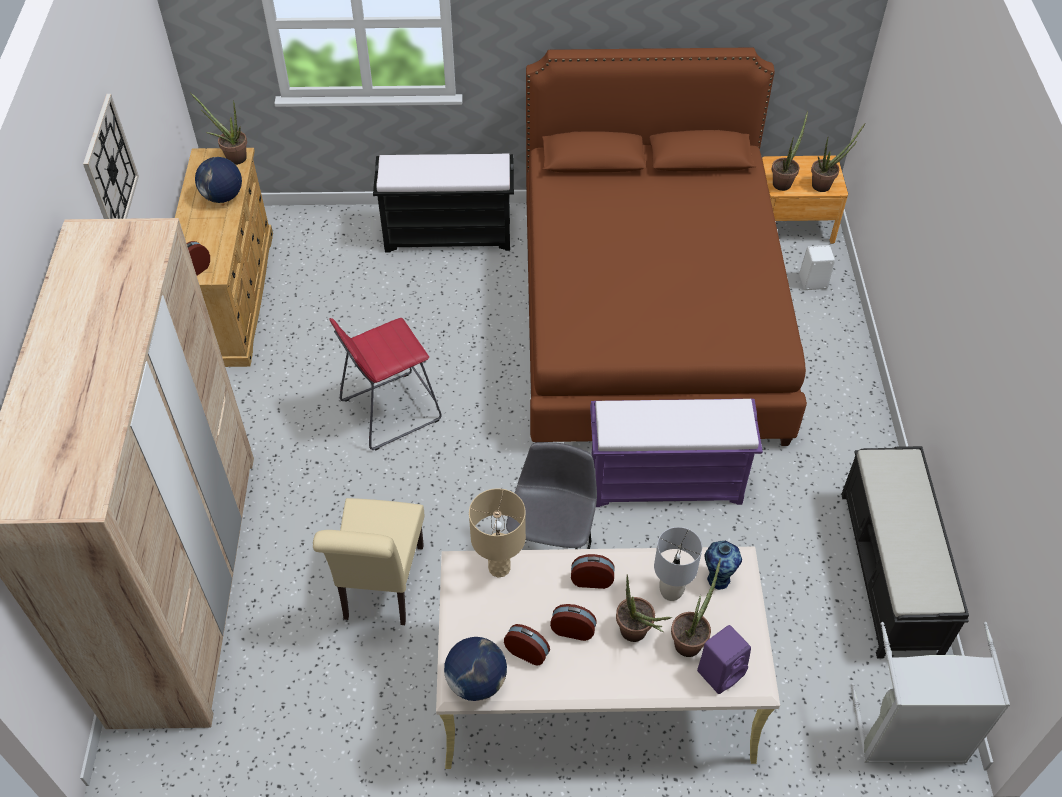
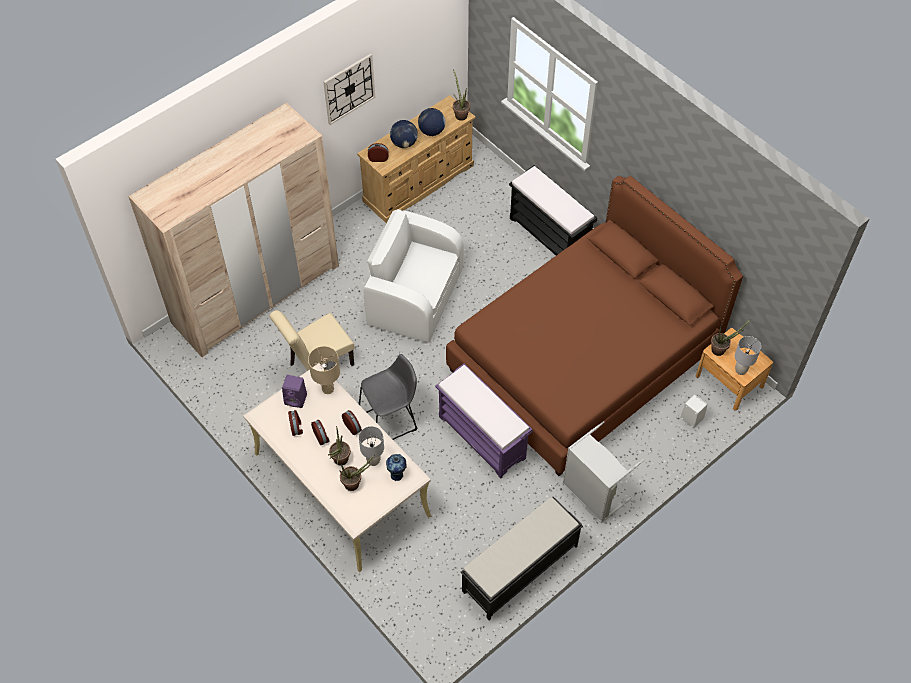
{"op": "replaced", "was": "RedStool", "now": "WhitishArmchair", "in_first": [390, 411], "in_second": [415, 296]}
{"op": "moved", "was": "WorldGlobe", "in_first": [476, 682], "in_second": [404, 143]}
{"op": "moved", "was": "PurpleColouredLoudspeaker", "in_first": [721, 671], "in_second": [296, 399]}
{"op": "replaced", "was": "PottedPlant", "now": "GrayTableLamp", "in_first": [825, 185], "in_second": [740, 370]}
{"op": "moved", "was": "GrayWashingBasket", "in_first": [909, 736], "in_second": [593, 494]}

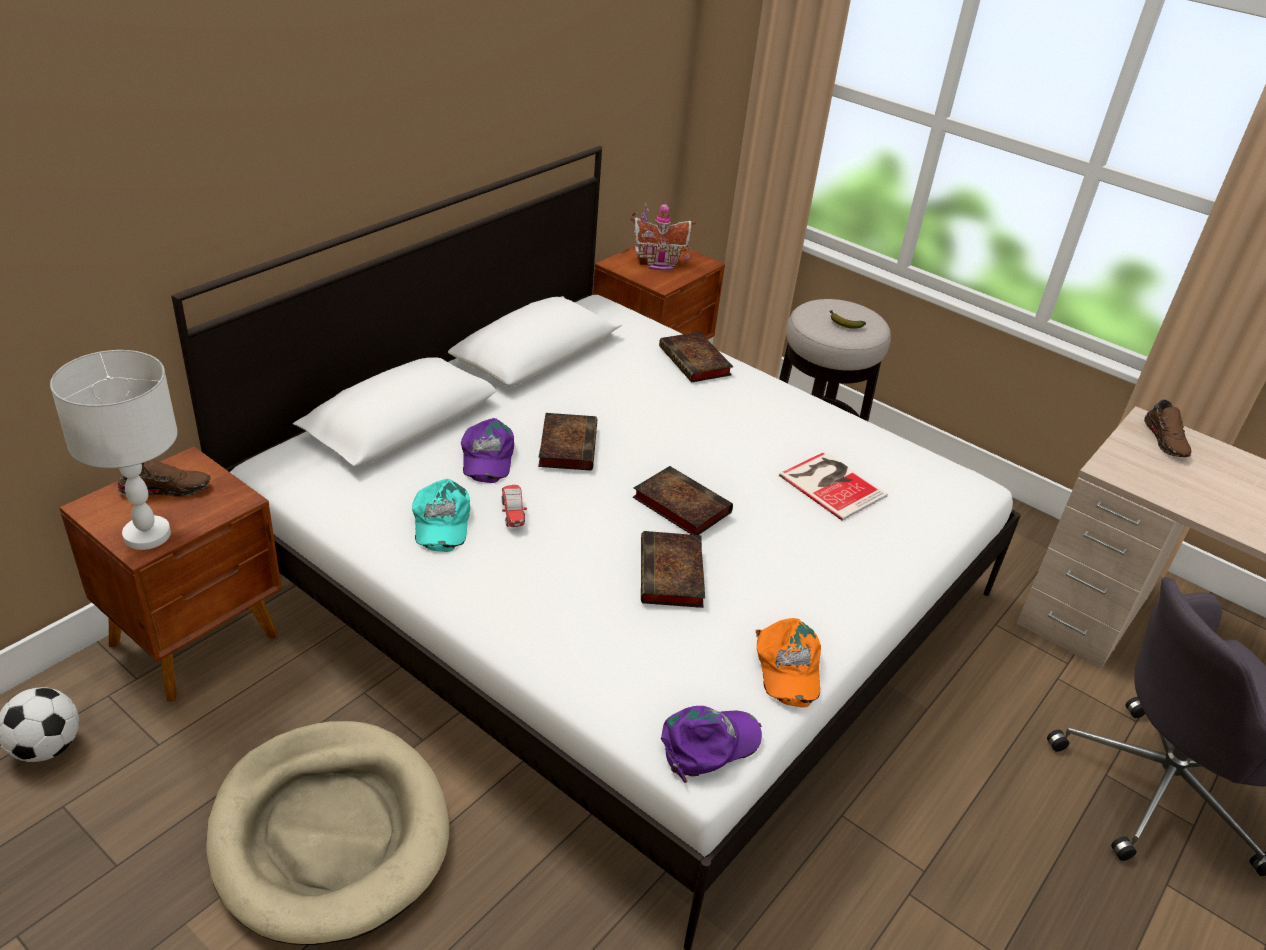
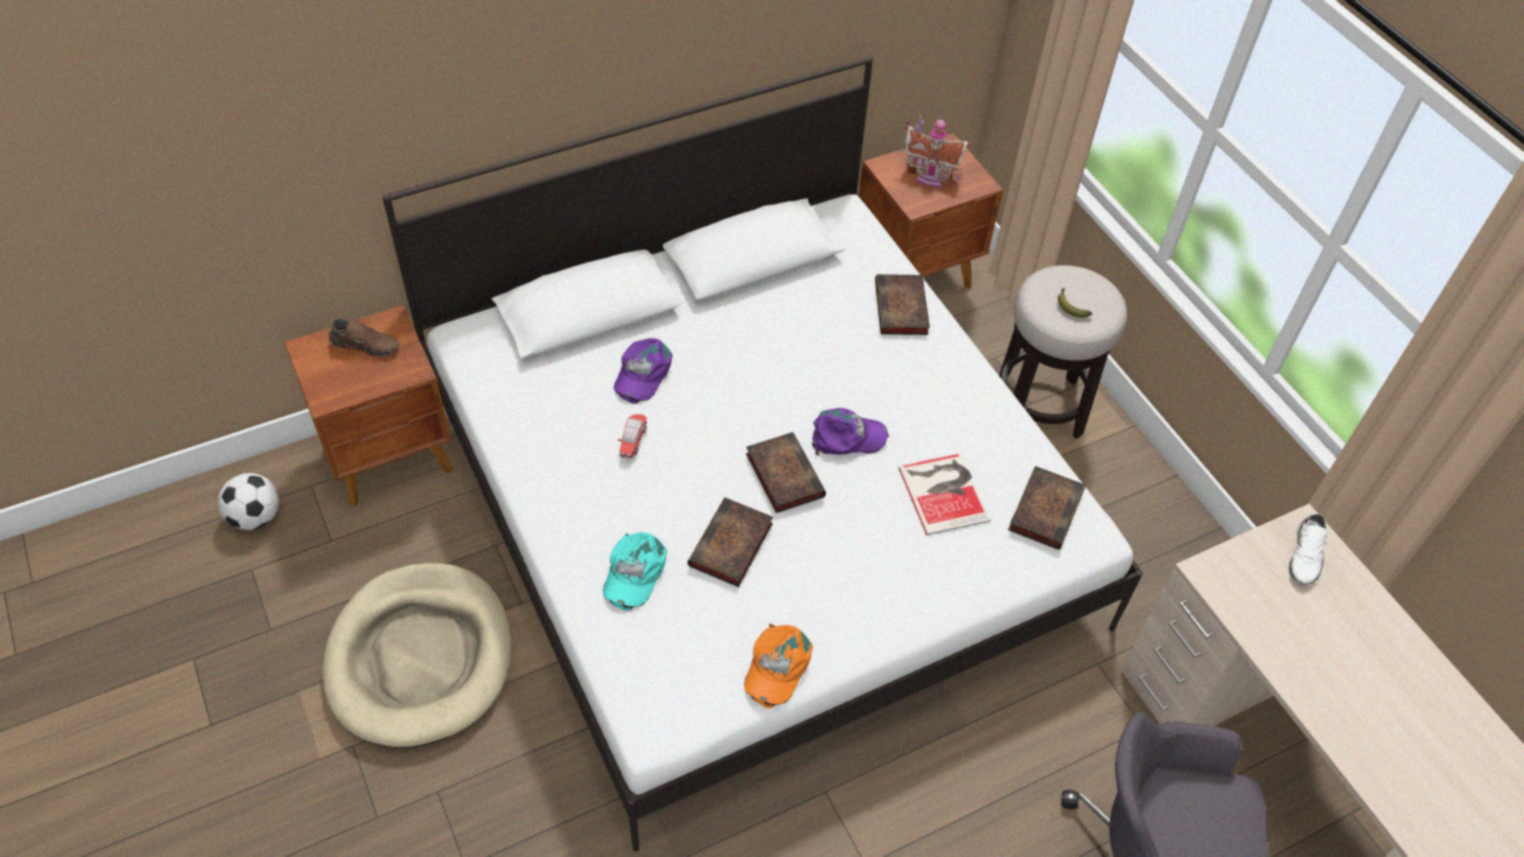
{"op": "removed", "was": "WhitishTableLamp", "in_first": [146, 535]}
{"op": "moved", "was": "TurquoisePeakedCap", "in_first": [440, 521], "in_second": [634, 572]}
{"op": "moved", "was": "Volume", "in_first": [567, 445], "in_second": [1045, 509]}
{"op": "moved", "was": "PurpleColouredPeakedCap", "in_first": [709, 744], "in_second": [847, 437]}
{"op": "recoloured", "was": "BrownColouredShoe", "now": "WhitishShoe", "in_first": [1166, 440], "in_second": [1306, 556]}

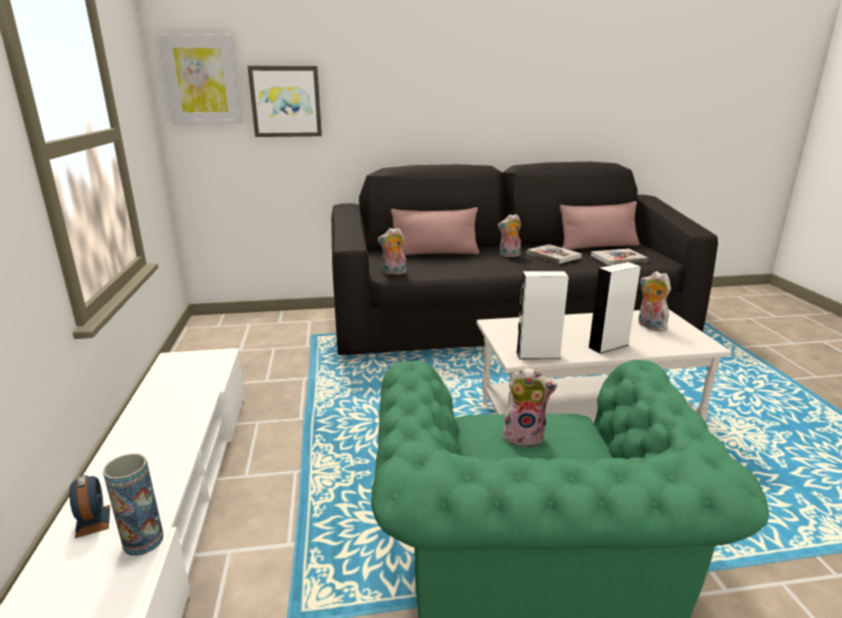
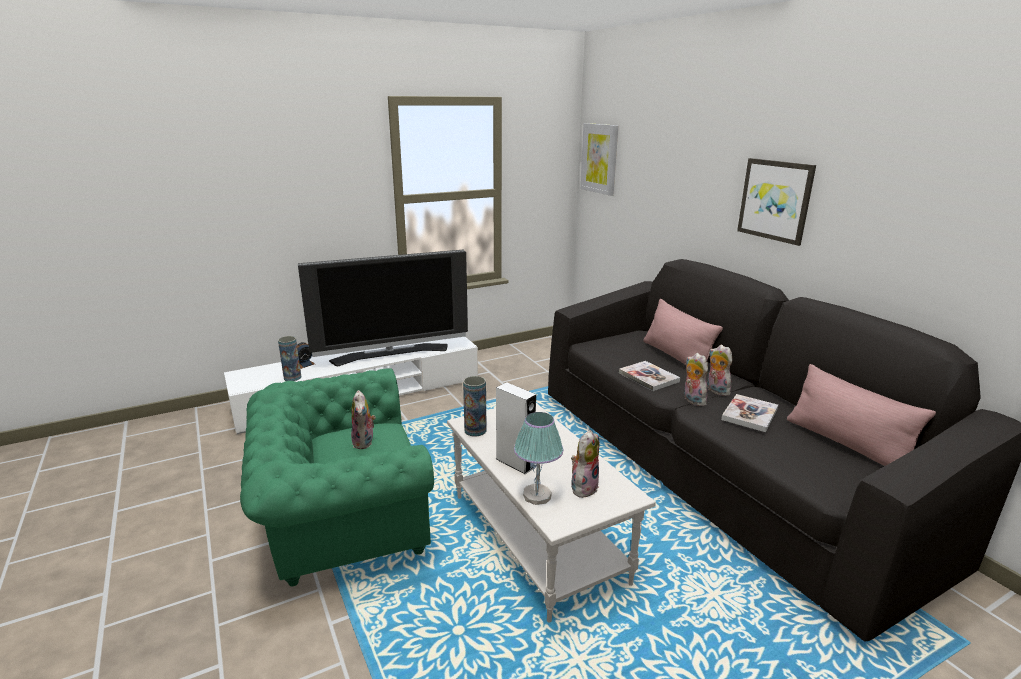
{"op": "moved", "was": "Picture", "in_first": [286, 101], "in_second": [775, 200]}
{"op": "moved", "was": "CuddlyToy", "in_first": [393, 273], "in_second": [692, 400]}
{"op": "replaced", "was": "WhitishLoudspeaker", "now": "DecorativeVase", "in_first": [538, 355], "in_second": [475, 430]}
{"op": "moved", "was": "Volume", "in_first": [618, 258], "in_second": [648, 377]}
{"op": "added", "now": "Tv", "in_second": [391, 354]}
{"op": "added", "now": "TableLamp", "in_second": [537, 496]}

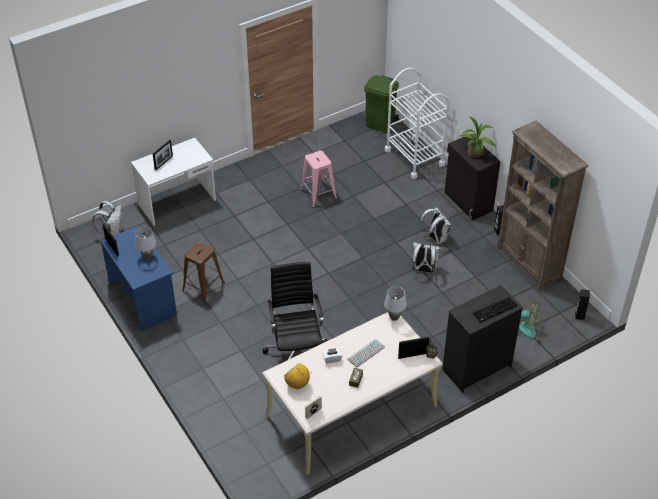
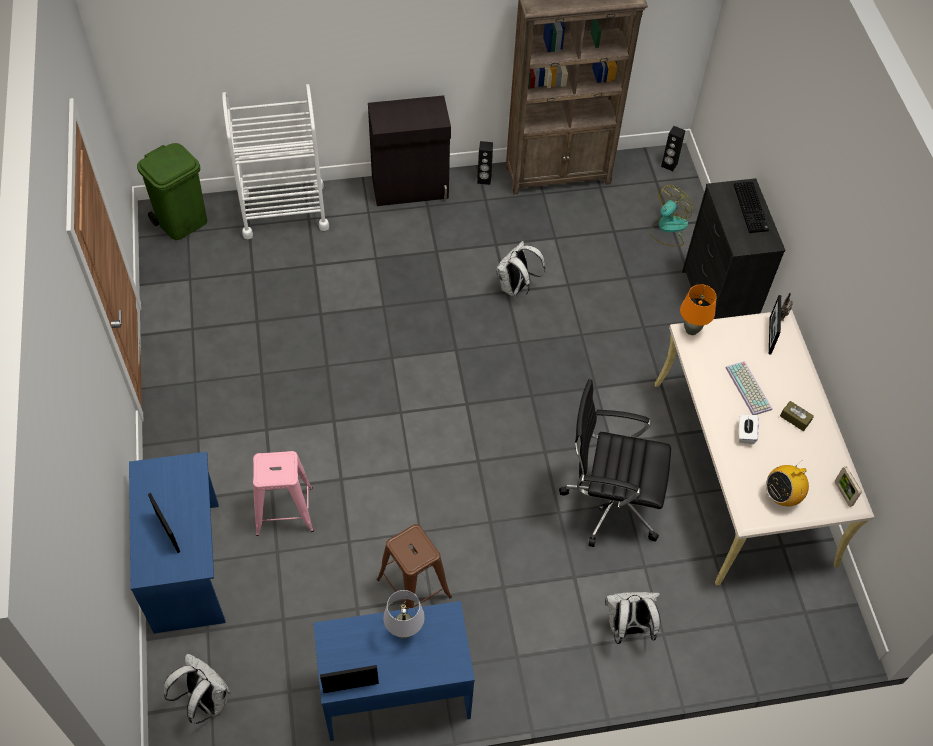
{"op": "recoloured", "was": "WhitishDeskUnit", "now": "BluishDeskUnit", "in_first": [177, 202], "in_second": [189, 566]}
{"op": "moved", "was": "PinkishStool", "in_first": [318, 194], "in_second": [284, 511]}
{"op": "recoloured", "was": "GrayTableLamp", "now": "OrangeyTableLamp", "in_first": [394, 317], "in_second": [691, 330]}
{"op": "moved", "was": "WhitishRucksack", "in_first": [435, 238], "in_second": [627, 628]}
{"op": "removed", "was": "PottedPlant", "in_first": [476, 154]}

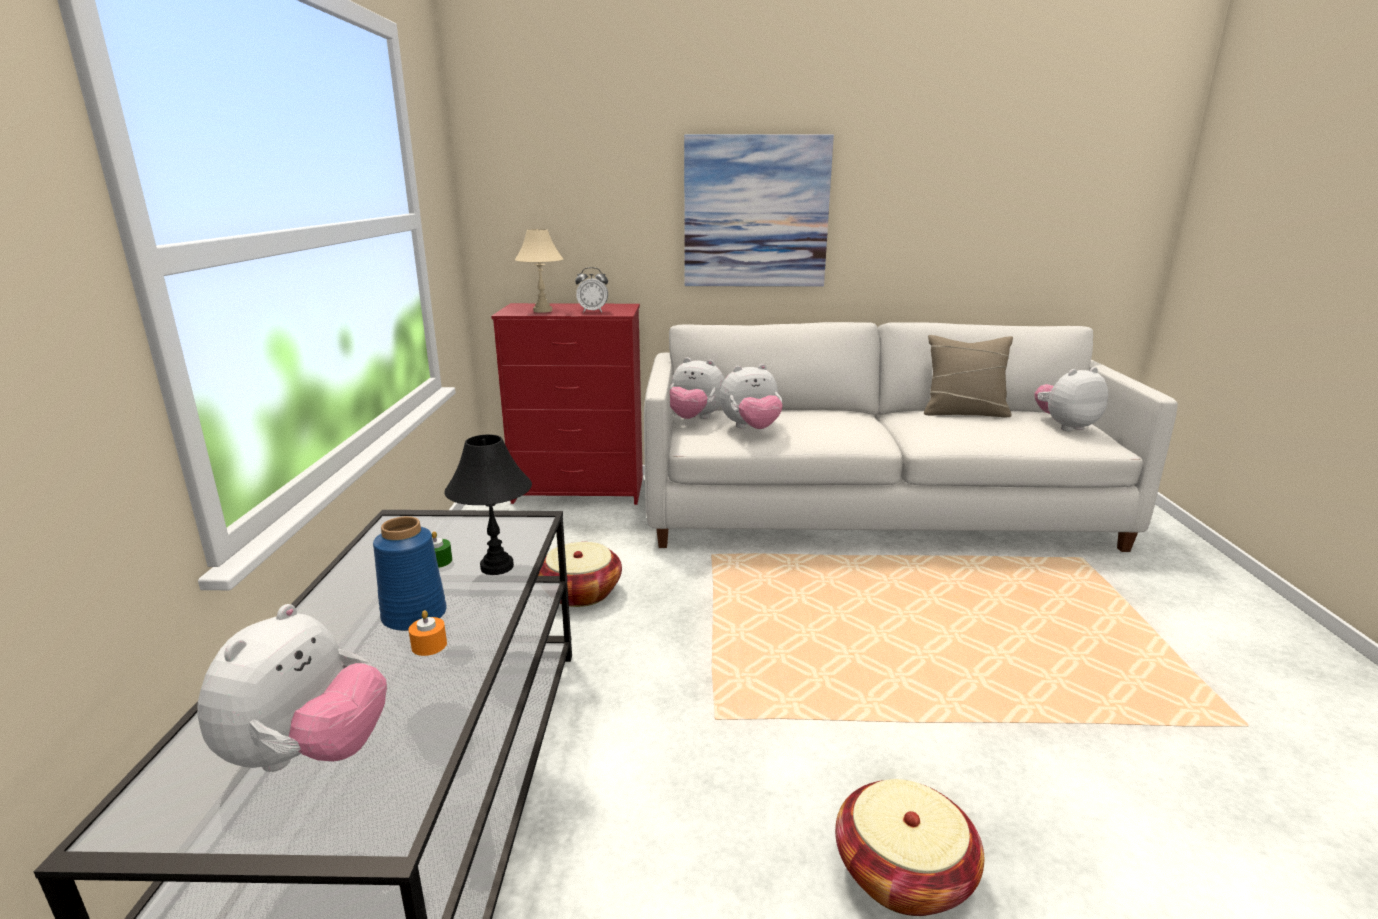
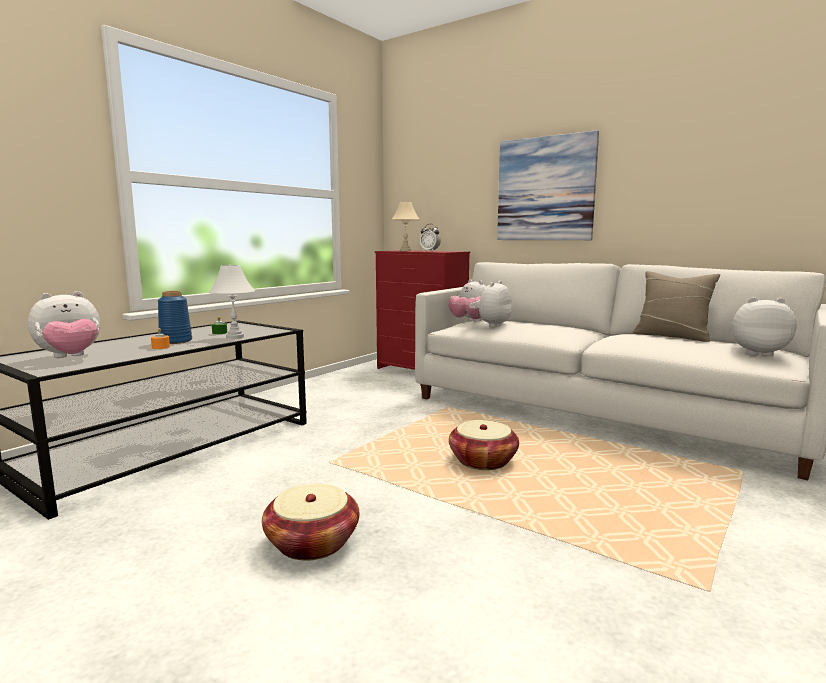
{"op": "recoloured", "was": "BlackTableLamp", "now": "WhitishTableLamp", "in_first": [496, 567], "in_second": [234, 337]}
{"op": "moved", "was": "Basket", "in_first": [581, 592], "in_second": [483, 461]}
{"op": "turned", "was": "CuddlyToy", "in_first": [751, 429], "in_second": [489, 325], "clockwise": 105}

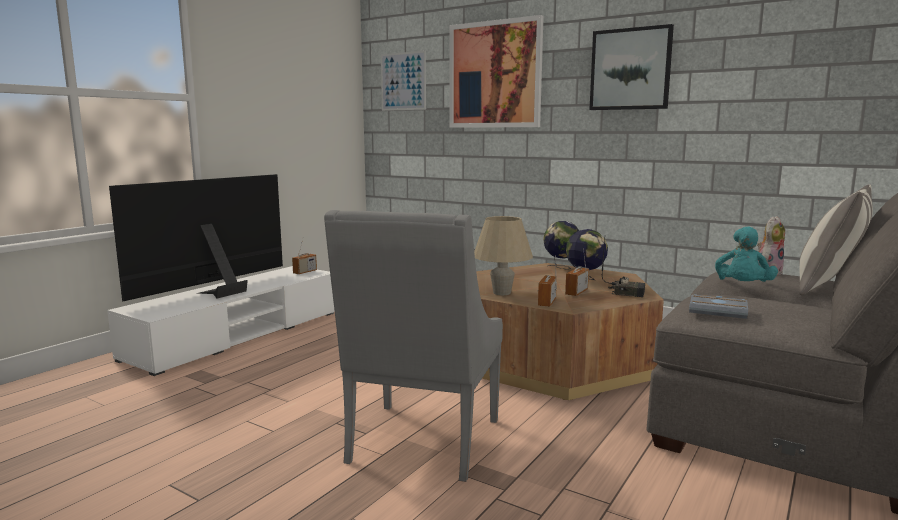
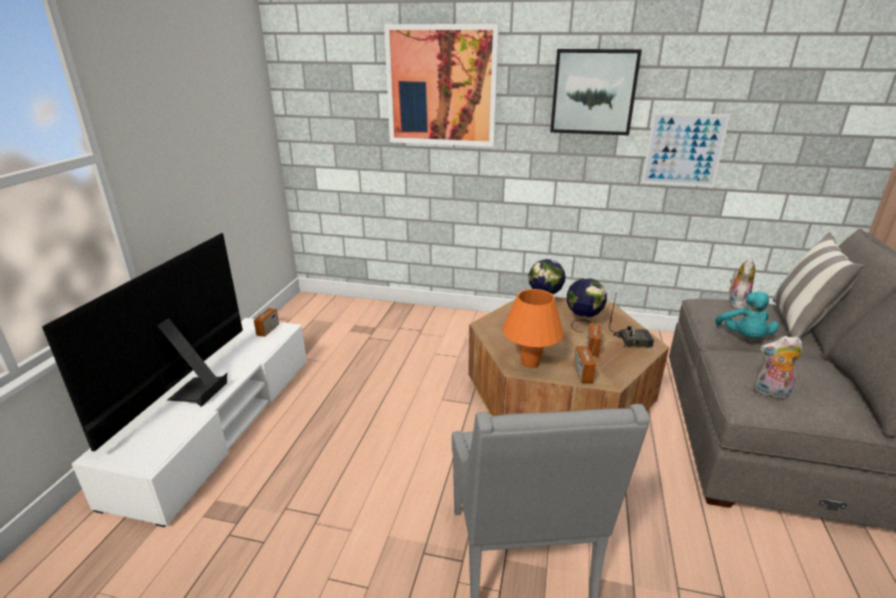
{"op": "moved", "was": "Picture", "in_first": [403, 81], "in_second": [683, 149]}
{"op": "recoloured", "was": "BeigeColouredTableLamp", "now": "OrangeyTableLamp", "in_first": [502, 293], "in_second": [530, 363]}
{"op": "replaced", "was": "GrayVolume", "now": "CuddlyToy", "in_first": [719, 311], "in_second": [770, 393]}

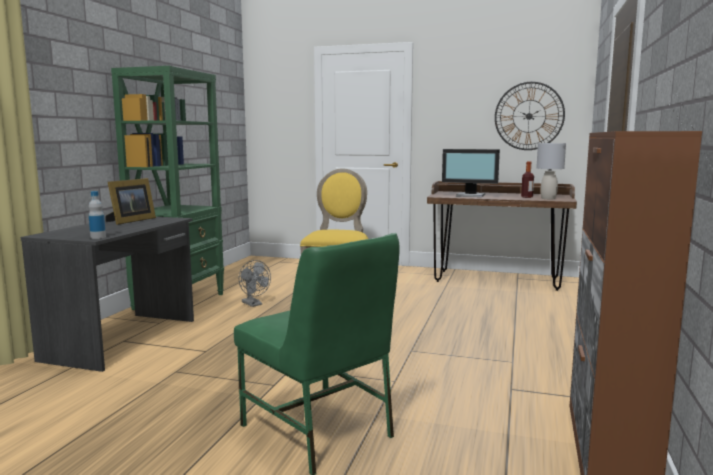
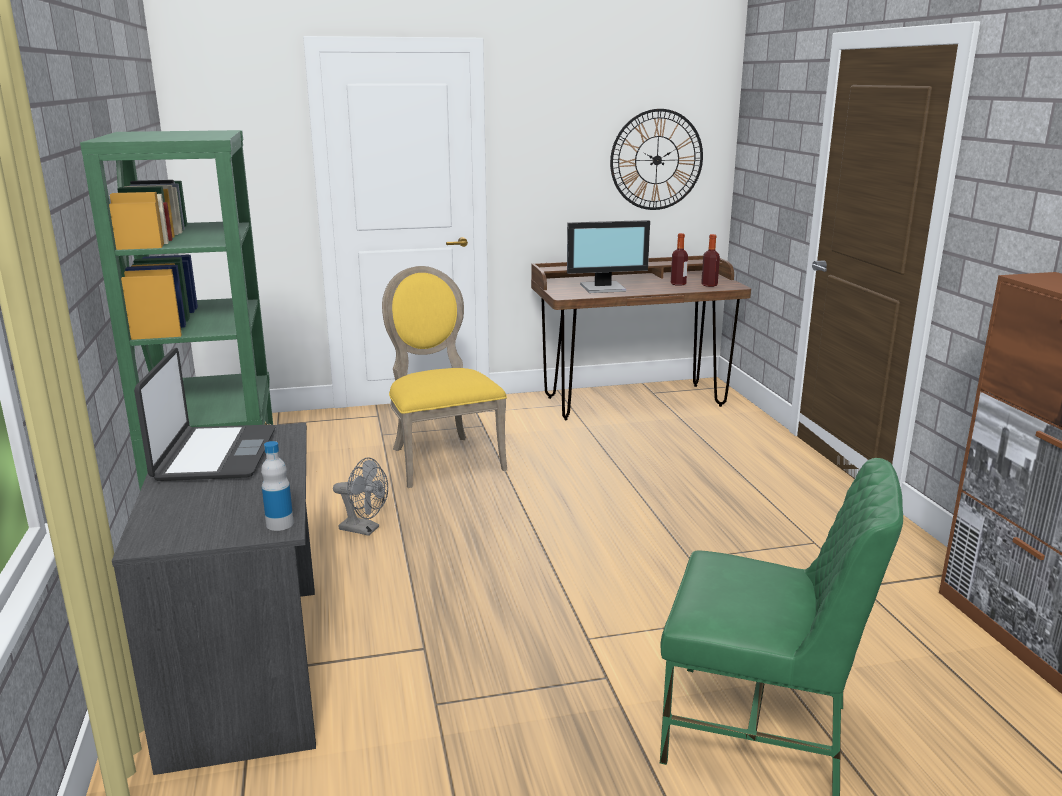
{"op": "replaced", "was": "PictureFrame", "now": "PortableComputer", "in_first": [130, 221], "in_second": [214, 455]}
{"op": "replaced", "was": "GrayTableLamp", "now": "BeverageBottle", "in_first": [548, 198], "in_second": [709, 285]}

